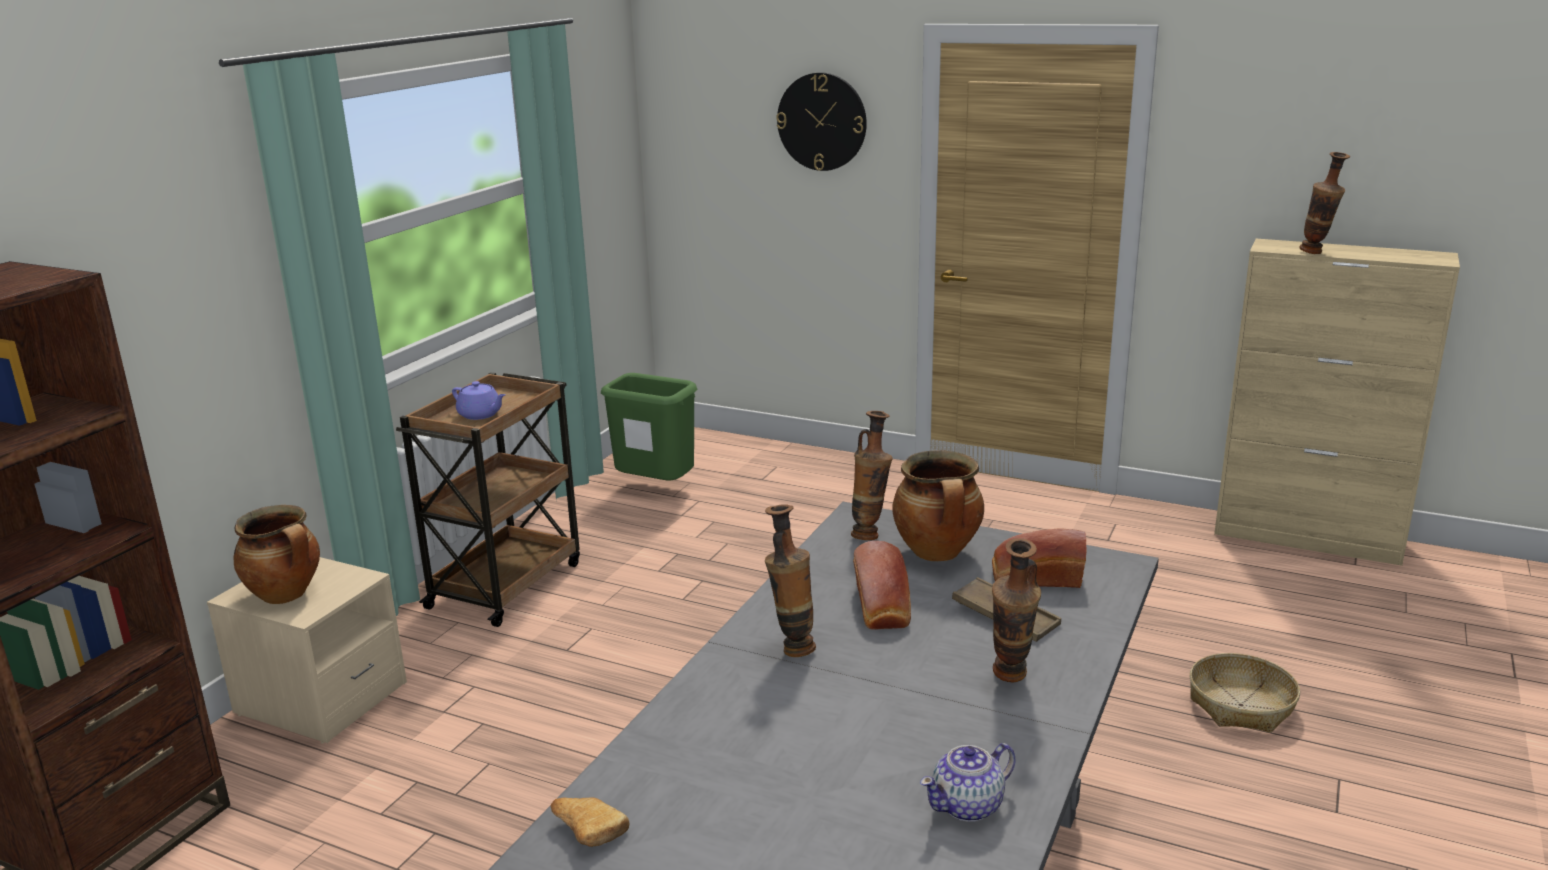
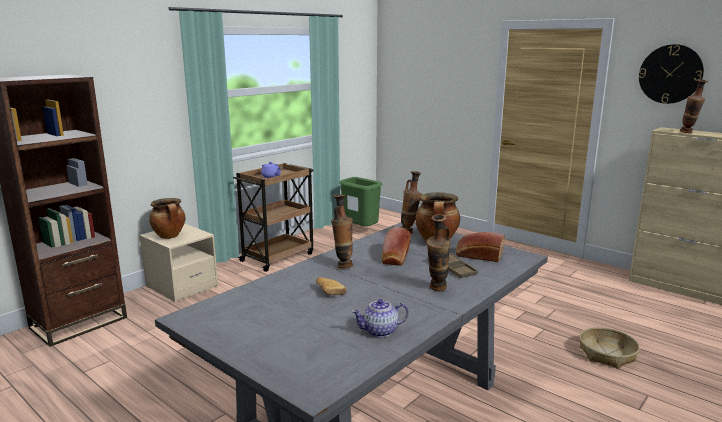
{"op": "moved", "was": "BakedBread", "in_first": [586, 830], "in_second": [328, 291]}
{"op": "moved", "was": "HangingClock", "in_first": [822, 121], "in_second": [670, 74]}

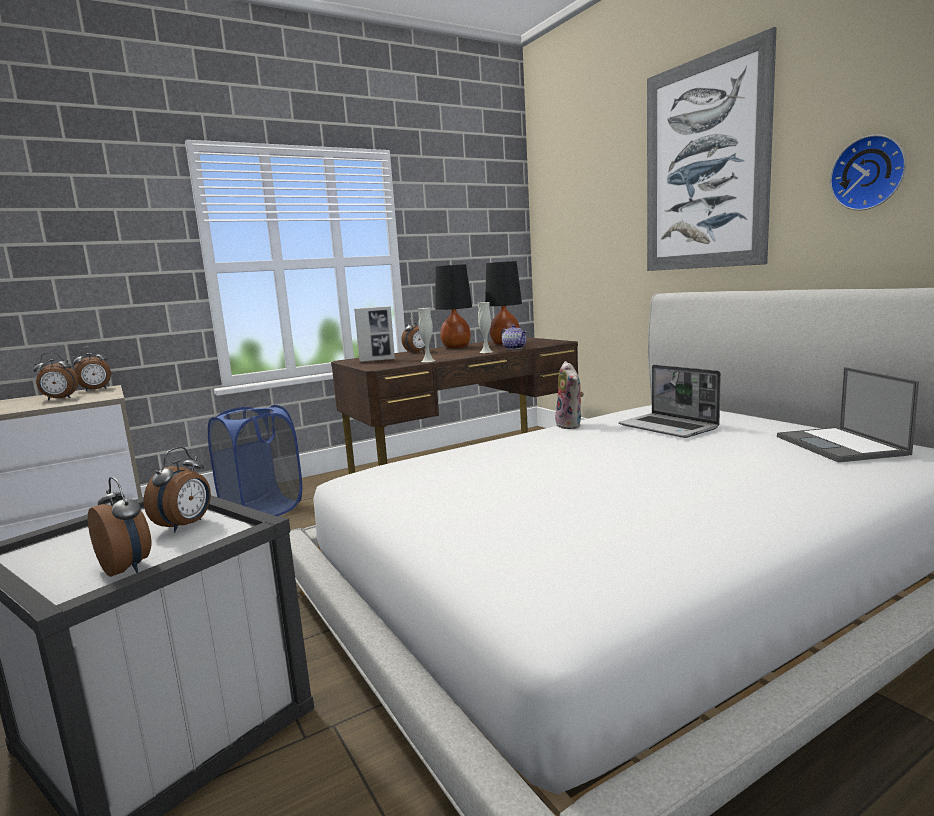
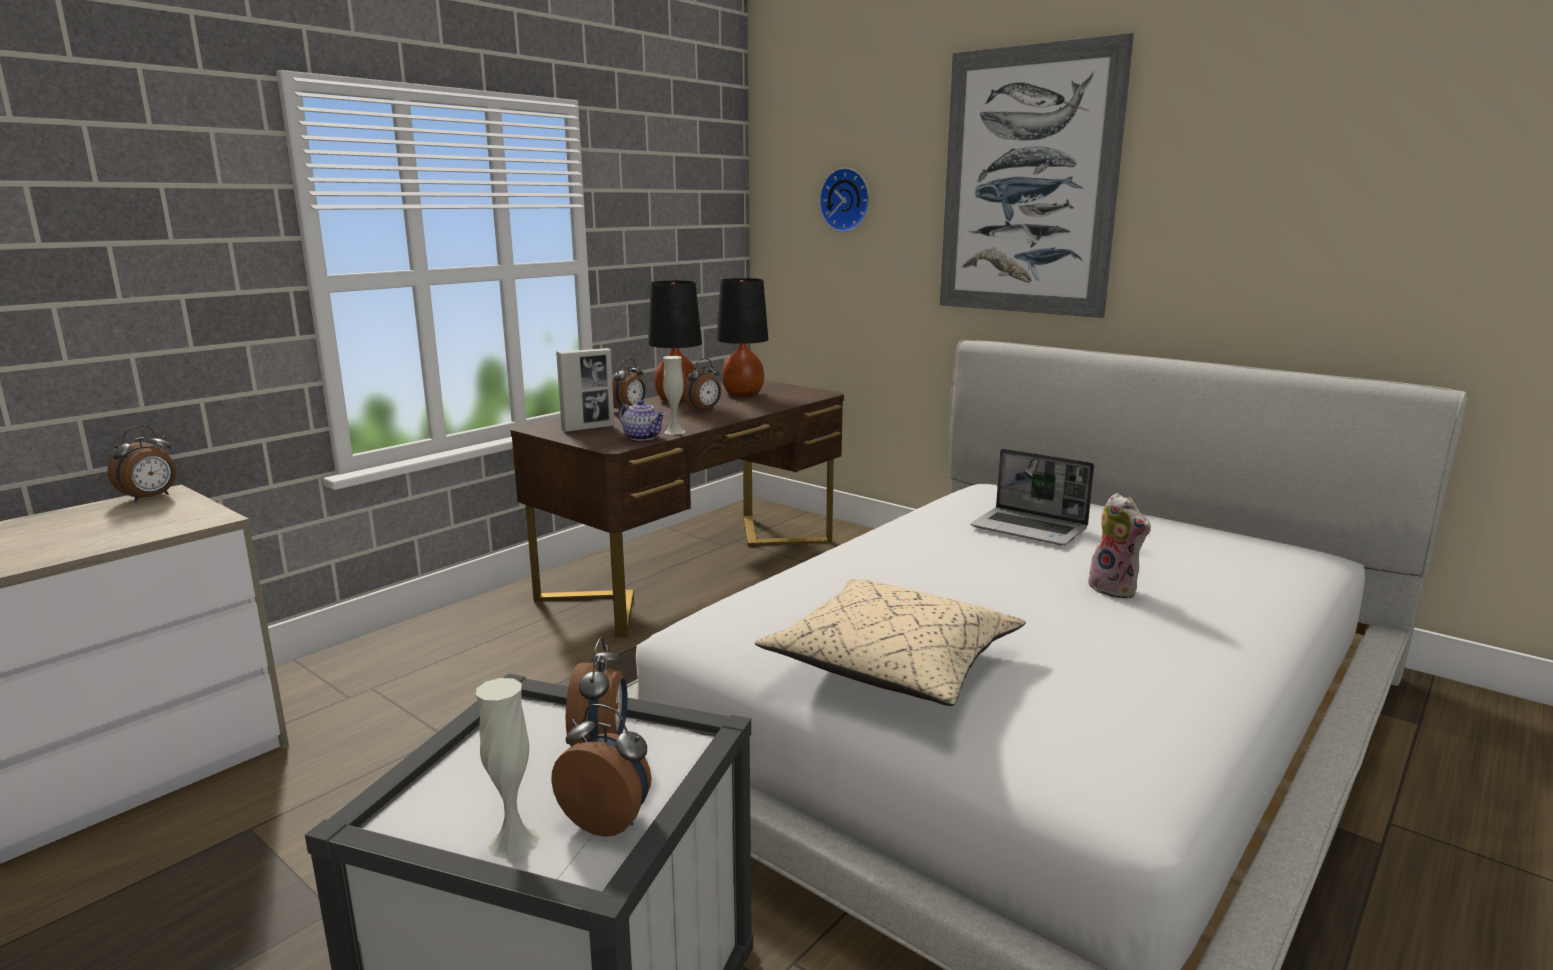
{"op": "moved", "was": "AlarmClock", "in_first": [59, 399], "in_second": [703, 410]}
{"op": "removed", "was": "BluishWashingBasket", "in_first": [262, 510]}
{"op": "moved", "was": "WhitishDecorativeVase", "in_first": [486, 352], "in_second": [514, 842]}
{"op": "moved", "was": "PotForTea", "in_first": [515, 348], "in_second": [643, 437]}
{"op": "moved", "was": "CuddlyToy", "in_first": [571, 425], "in_second": [1115, 589]}
{"op": "removed", "was": "PortableComputer", "in_first": [841, 446]}
{"op": "moved", "was": "HangingClock", "in_first": [869, 173], "in_second": [847, 200]}
{"op": "added", "now": "BeigeColouredThrowPillow", "in_second": [892, 665]}

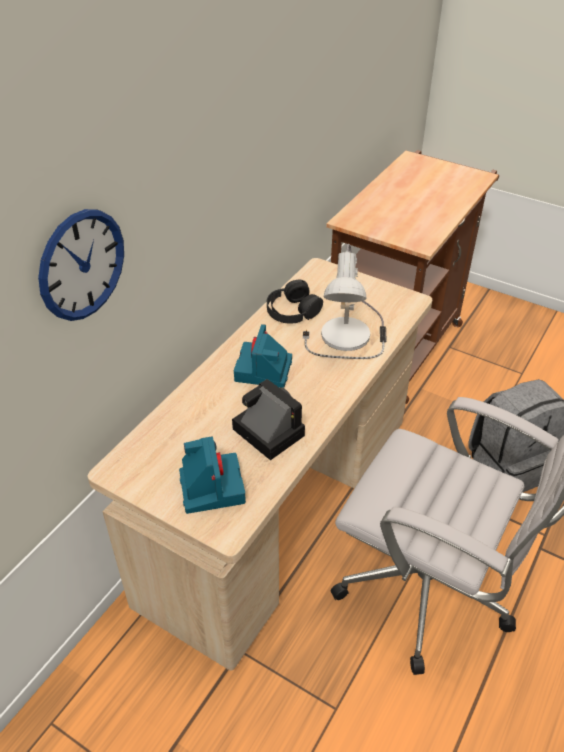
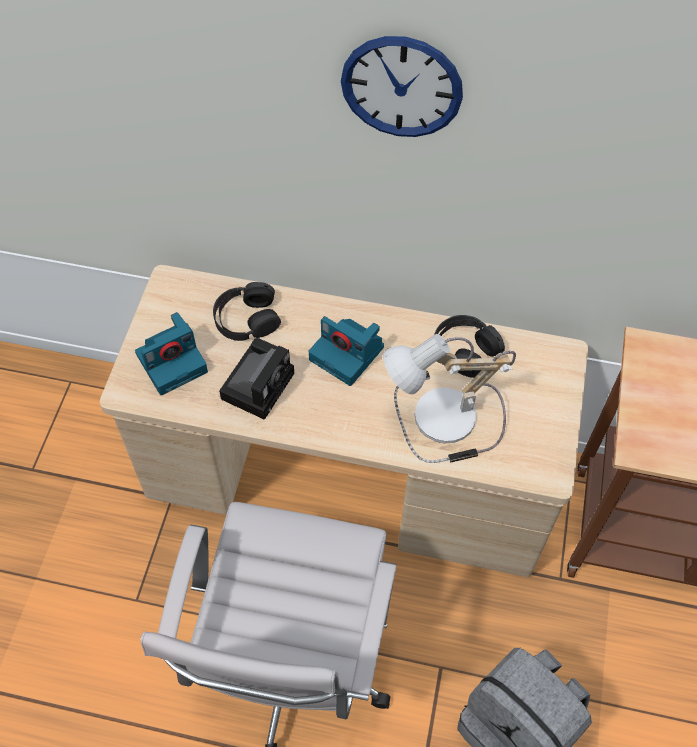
{"op": "moved", "was": "HangingClock", "in_first": [82, 265], "in_second": [401, 87]}
{"op": "turned", "was": "PhotoCamera", "in_first": [263, 370], "in_second": [348, 354], "clockwise": -135}
{"op": "added", "now": "BlackHeadphones", "in_second": [246, 318]}

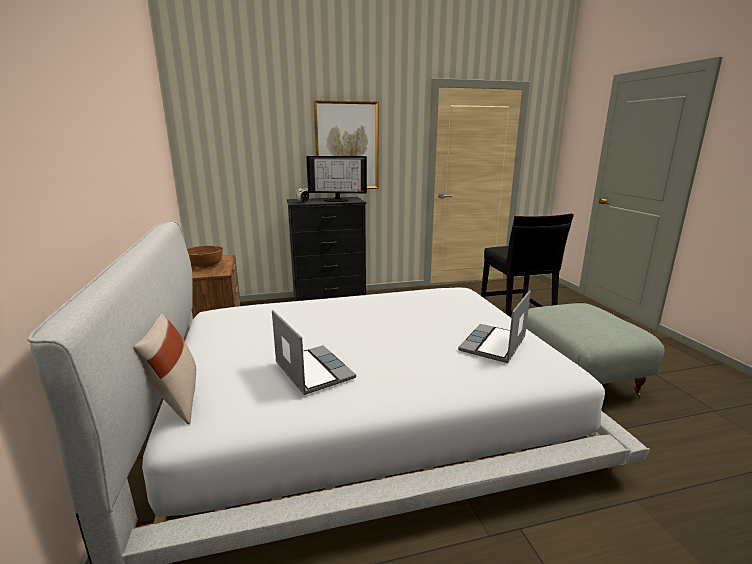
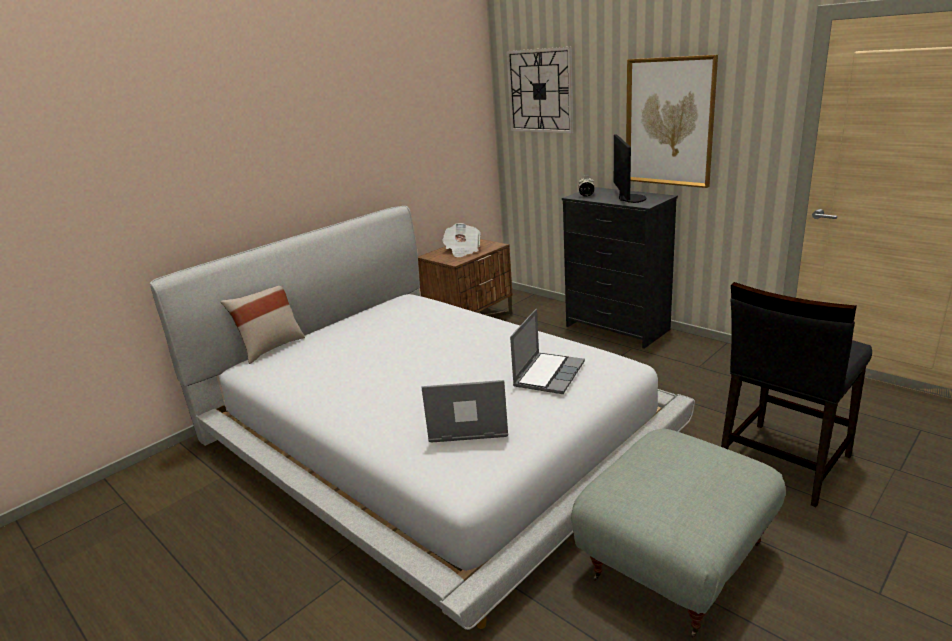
{"op": "replaced", "was": "BrownColouredBowl", "now": "PrintedPaper", "in_first": [205, 266], "in_second": [462, 250]}
{"op": "moved", "was": "PortableComputer", "in_first": [312, 371], "in_second": [548, 374]}
{"op": "turned", "was": "ComputerScreen", "in_first": [337, 200], "in_second": [629, 199], "clockwise": -150}
{"op": "added", "now": "HangingClock", "in_second": [540, 91]}

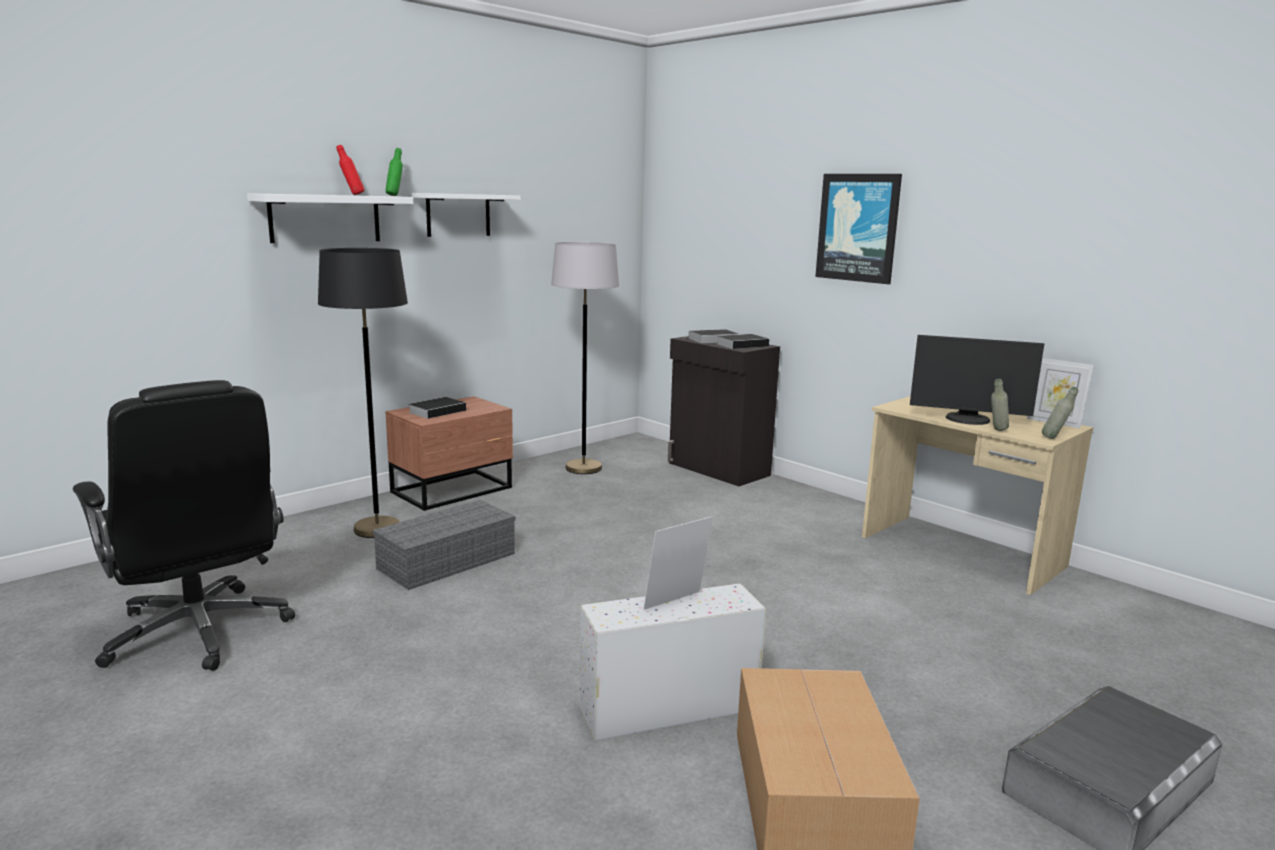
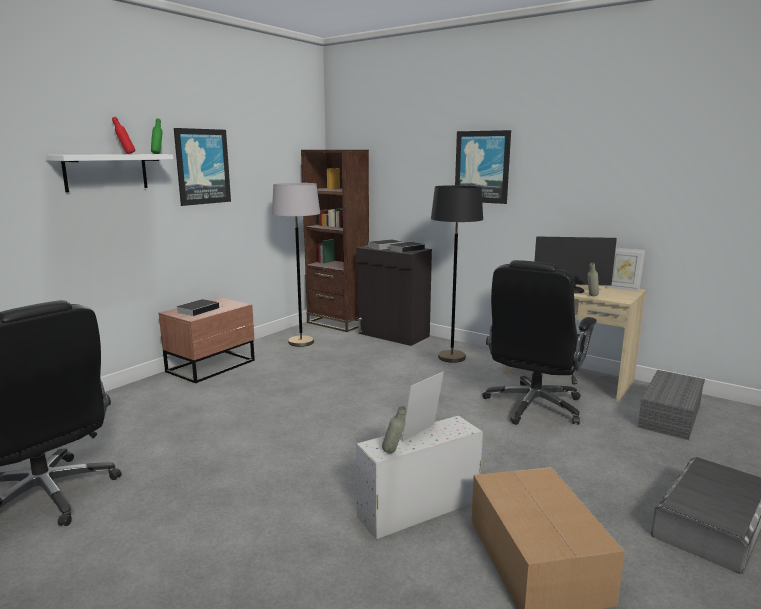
{"op": "moved", "was": "BlackFloorLamp", "in_first": [377, 529], "in_second": [451, 357]}
{"op": "moved", "was": "GrayStorageBin", "in_first": [448, 560], "in_second": [669, 415]}
{"op": "replaced", "was": "WhitishShelf", "now": "Picture", "in_first": [458, 215], "in_second": [202, 166]}
{"op": "moved", "was": "GrayBeverageBottle", "in_first": [1055, 439], "in_second": [394, 453]}
{"op": "added", "now": "BrownColouredShelvingUnit", "in_second": [338, 323]}
{"op": "added", "now": "BlackOfficeChair", "in_second": [533, 406]}

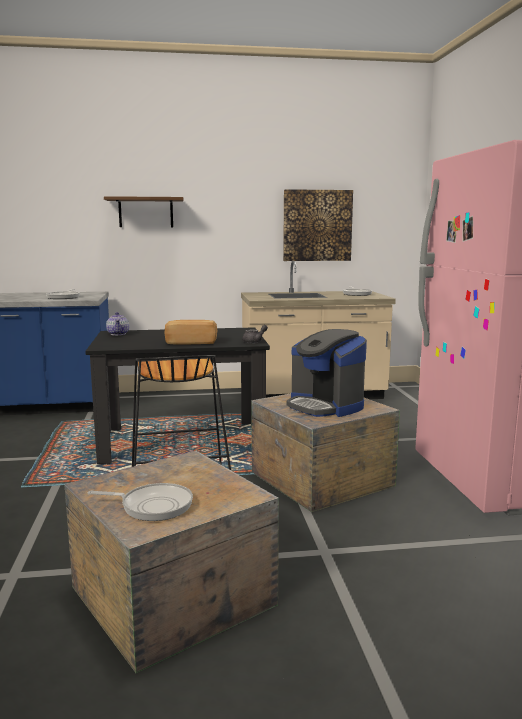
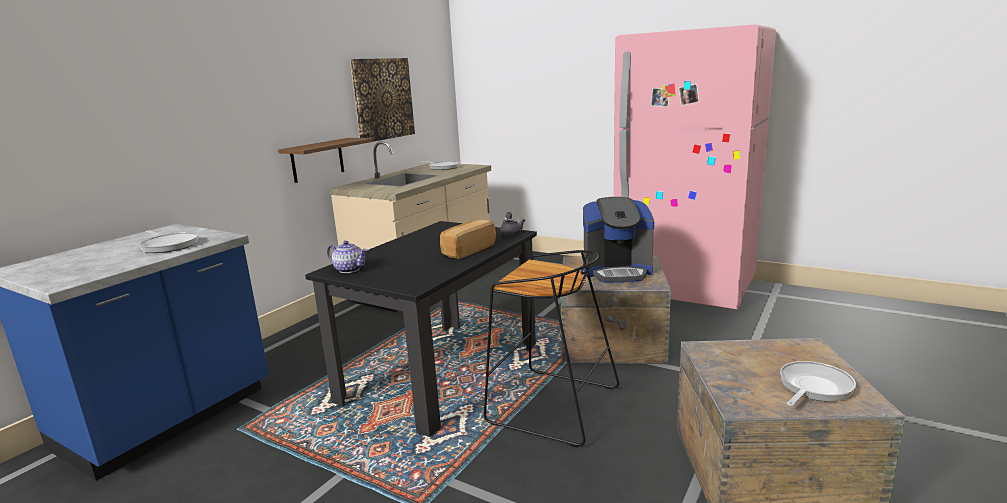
{"op": "moved", "was": "BrownColouredShelf", "in_first": [146, 212], "in_second": [317, 160]}

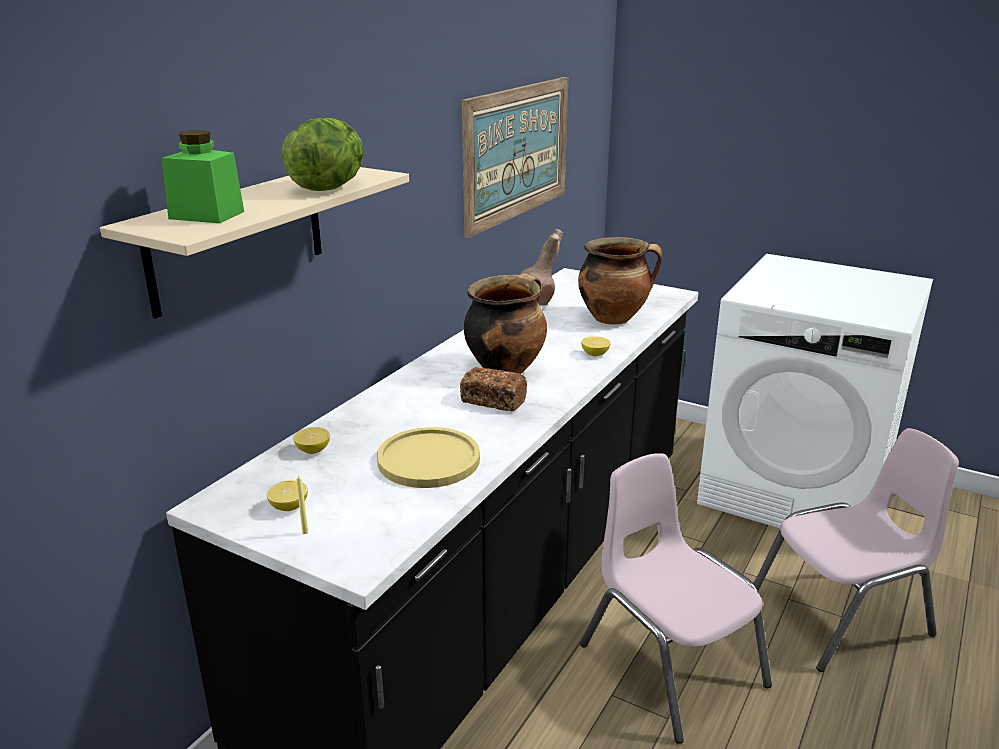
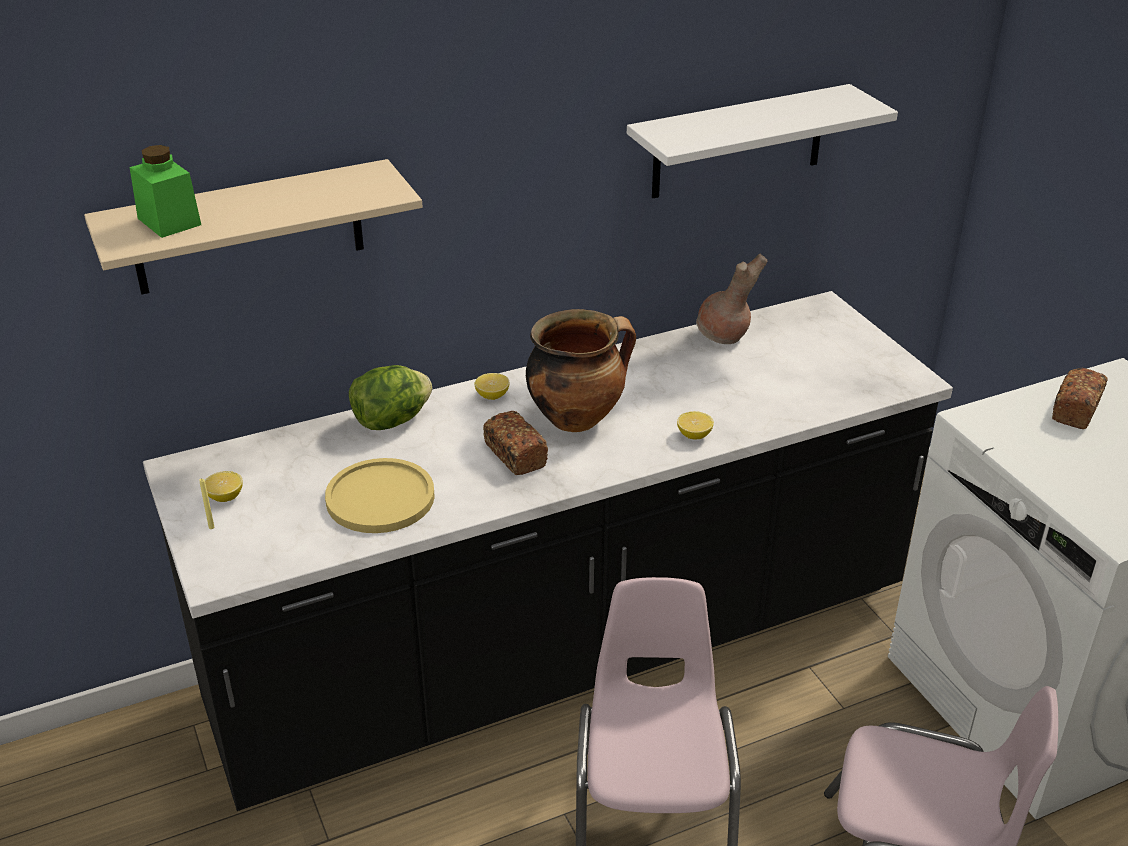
{"op": "moved", "was": "Lettuce", "in_first": [328, 188], "in_second": [391, 421]}
{"op": "moved", "was": "CitrusFruit", "in_first": [313, 450], "in_second": [492, 396]}
{"op": "replaced", "was": "Picture", "now": "WhitishShelf", "in_first": [517, 152], "in_second": [738, 142]}
{"op": "removed", "was": "CookingPot", "in_first": [614, 318]}
{"op": "added", "now": "BakedBread", "in_second": [1075, 410]}

